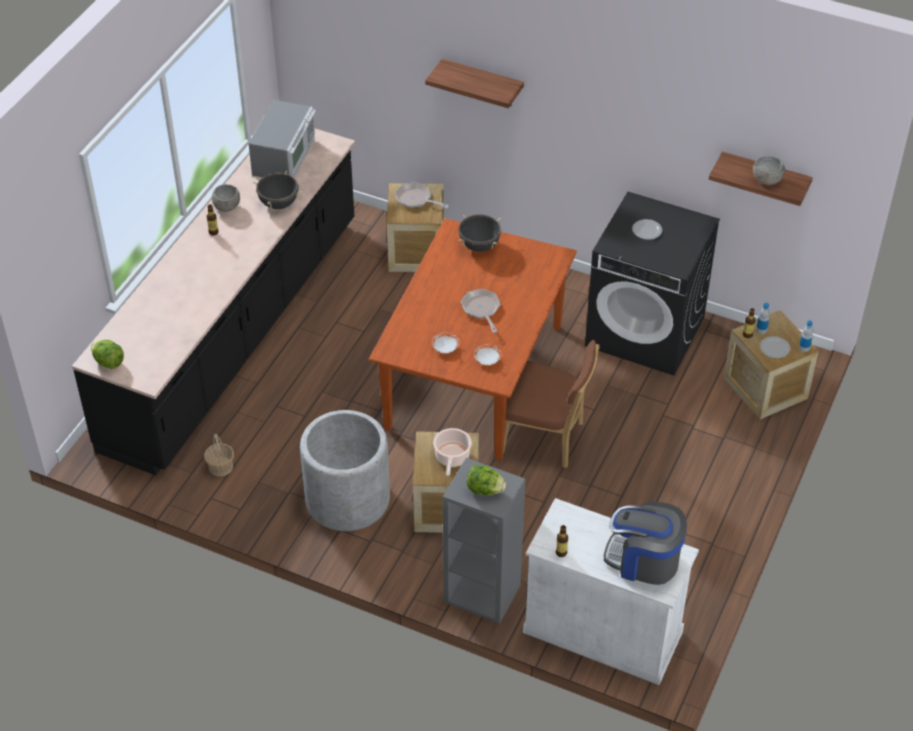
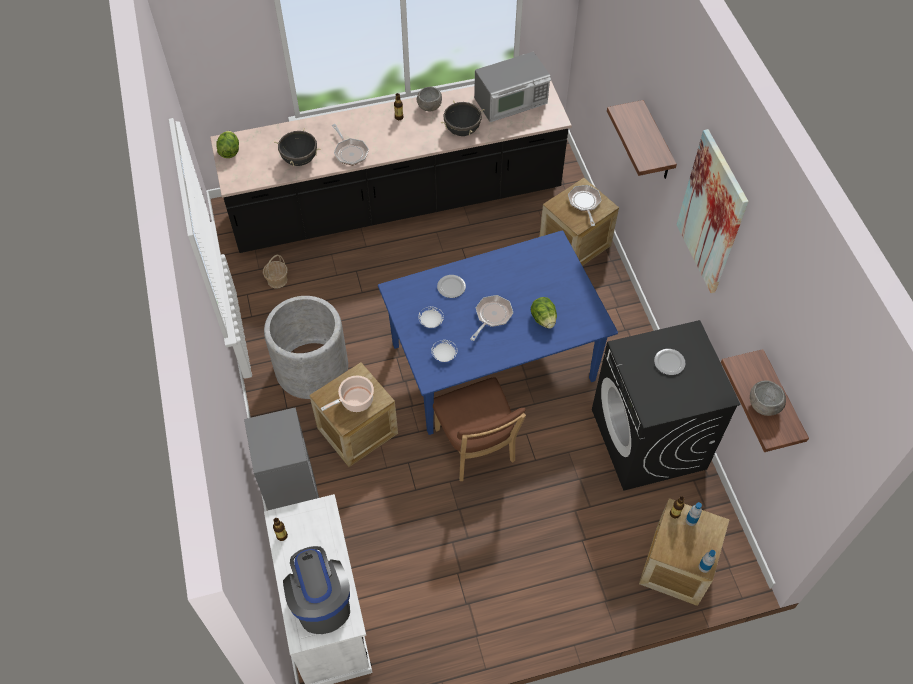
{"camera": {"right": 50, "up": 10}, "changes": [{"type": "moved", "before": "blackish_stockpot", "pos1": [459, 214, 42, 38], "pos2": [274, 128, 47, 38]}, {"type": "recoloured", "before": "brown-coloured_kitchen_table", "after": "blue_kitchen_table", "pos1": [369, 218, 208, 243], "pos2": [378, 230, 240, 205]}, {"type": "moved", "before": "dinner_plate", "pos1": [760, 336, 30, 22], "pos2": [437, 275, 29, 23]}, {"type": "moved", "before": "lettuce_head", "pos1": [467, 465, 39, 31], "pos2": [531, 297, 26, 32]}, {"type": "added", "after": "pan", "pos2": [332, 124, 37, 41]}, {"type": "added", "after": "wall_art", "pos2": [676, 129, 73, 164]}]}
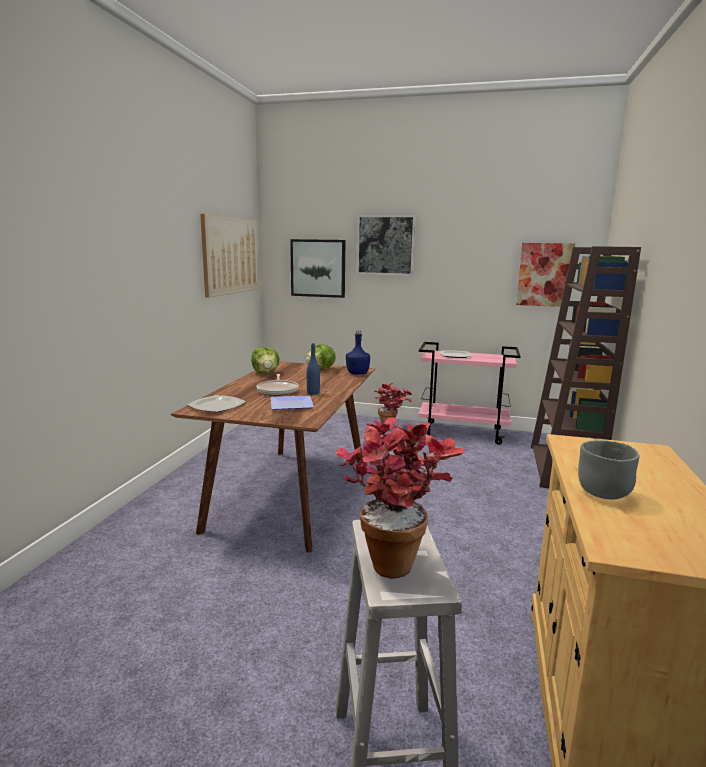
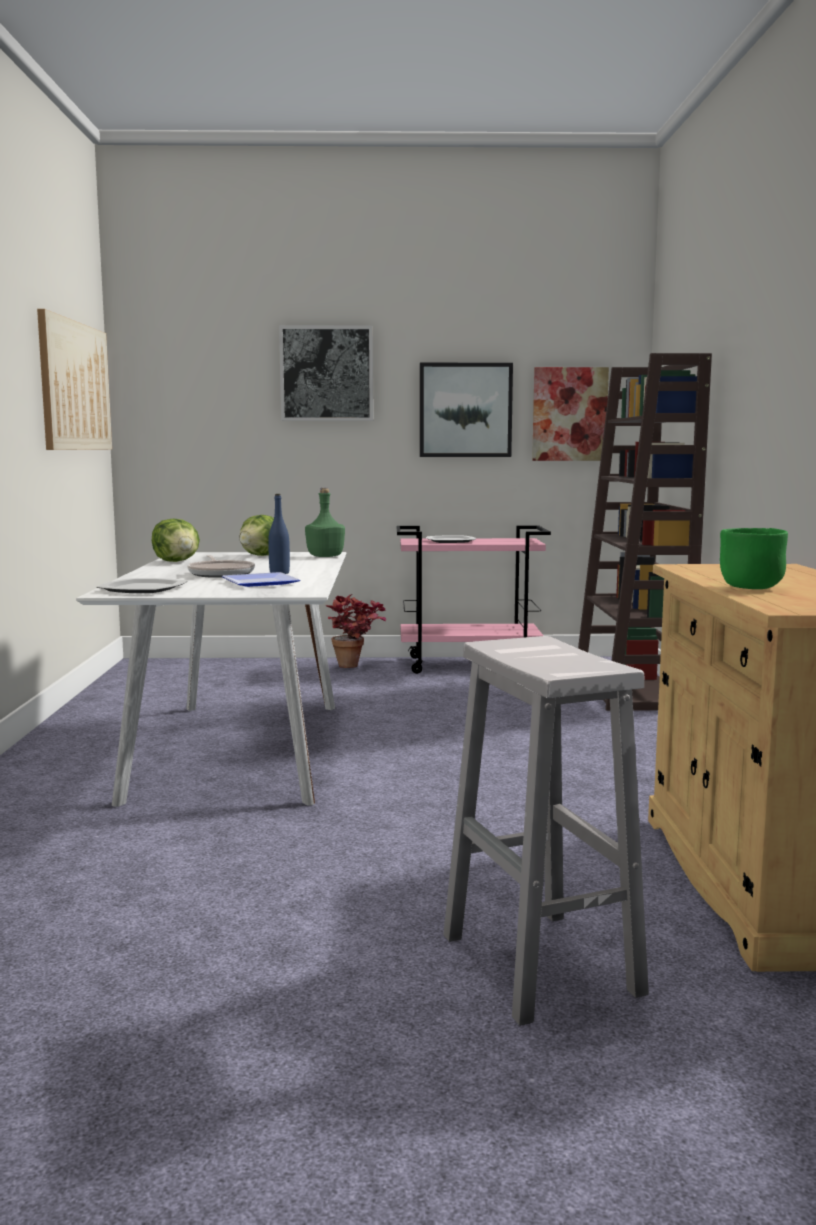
{"camera": {"right": -15, "up": -5}, "changes": [{"type": "moved", "before": "wall_art", "pos1": [290, 239, 55, 59], "pos2": [420, 363, 93, 94]}, {"type": "recoloured", "before": "blue_beverage_bottle", "after": "green_beverage_bottle", "pos1": [346, 330, 24, 45], "pos2": [305, 488, 40, 69]}, {"type": "recoloured", "before": "brown-coloured_kitchen_table", "after": "white-coloured_kitchen_table", "pos1": [171, 361, 204, 192], "pos2": [76, 552, 270, 255]}, {"type": "removed", "before": "potted_plant", "pos1": [336, 418, 128, 161]}, {"type": "recoloured", "before": "grey_serving_bowl", "after": "green_serving_bowl", "pos1": [578, 440, 61, 60], "pos2": [720, 528, 68, 61]}]}
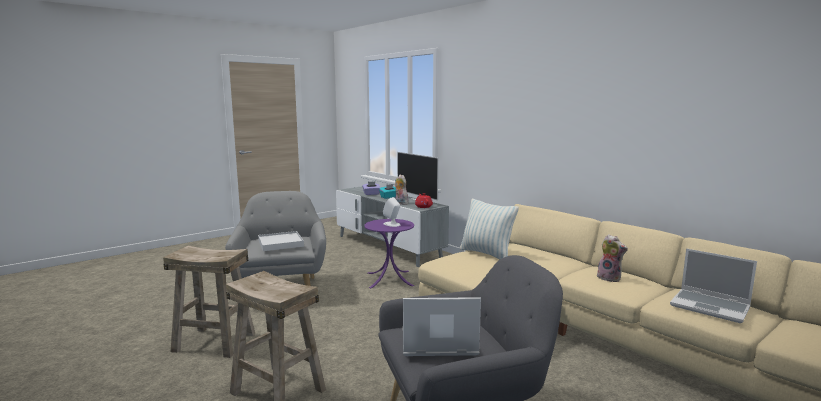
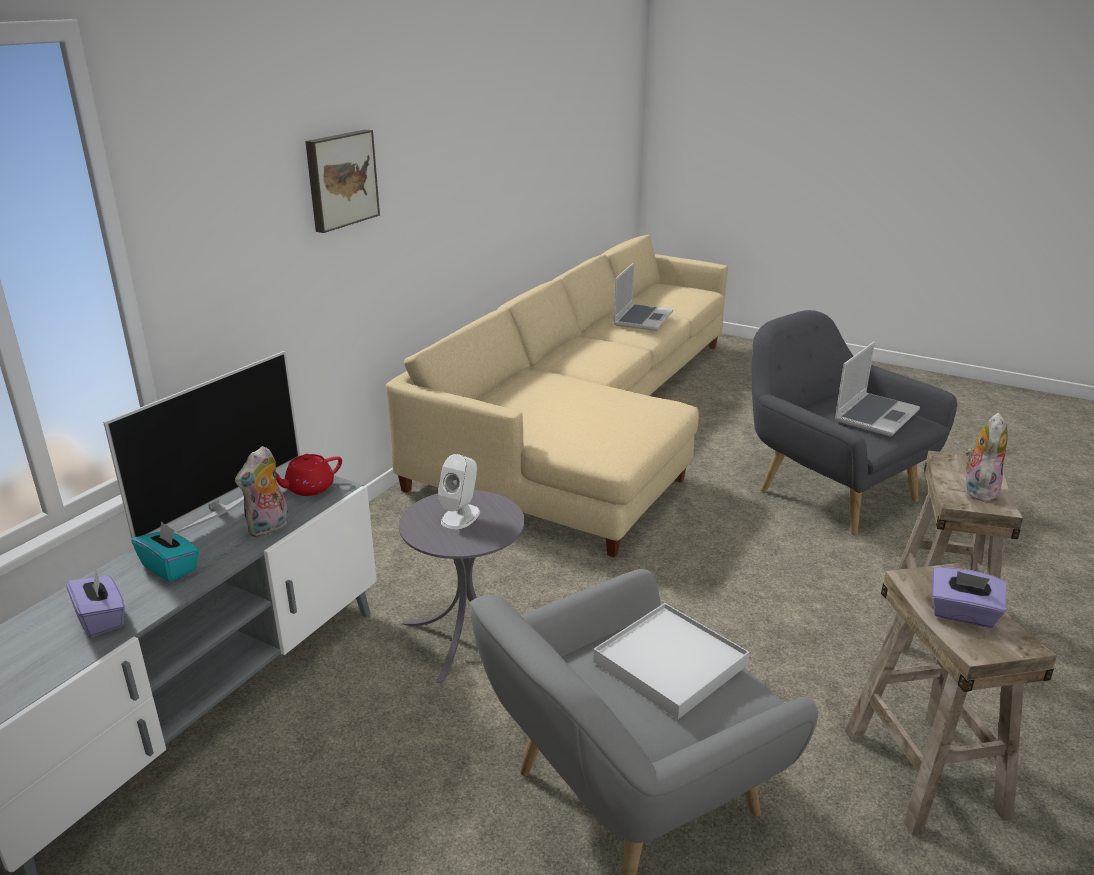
{"camera": {"right": -110, "up": 15}, "changes": [{"type": "removed", "before": "pillow", "pos1": [460, 199, 59, 61]}, {"type": "recoloured", "before": "purple-coloured_side_table", "after": "grey_side_table", "pos1": [364, 219, 50, 69], "pos2": [399, 490, 126, 194]}, {"type": "moved", "before": "plush_toy", "pos1": [597, 234, 31, 48], "pos2": [966, 412, 42, 90]}, {"type": "turned", "before": "laptop", "pos1": [403, 297, 78, 59], "pos2": [834, 341, 86, 95], "turn": -120}, {"type": "added", "after": "wall_art", "pos2": [305, 129, 75, 104]}, {"type": "added", "after": "purple-coloured_box_of_tissues", "pos2": [932, 567, 74, 61]}]}
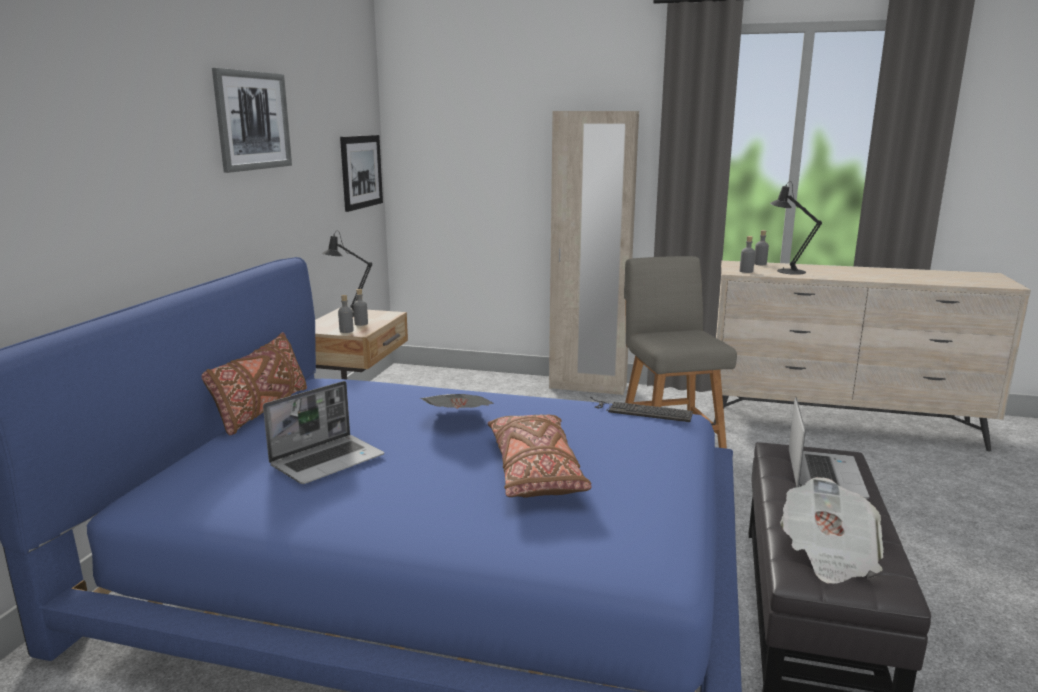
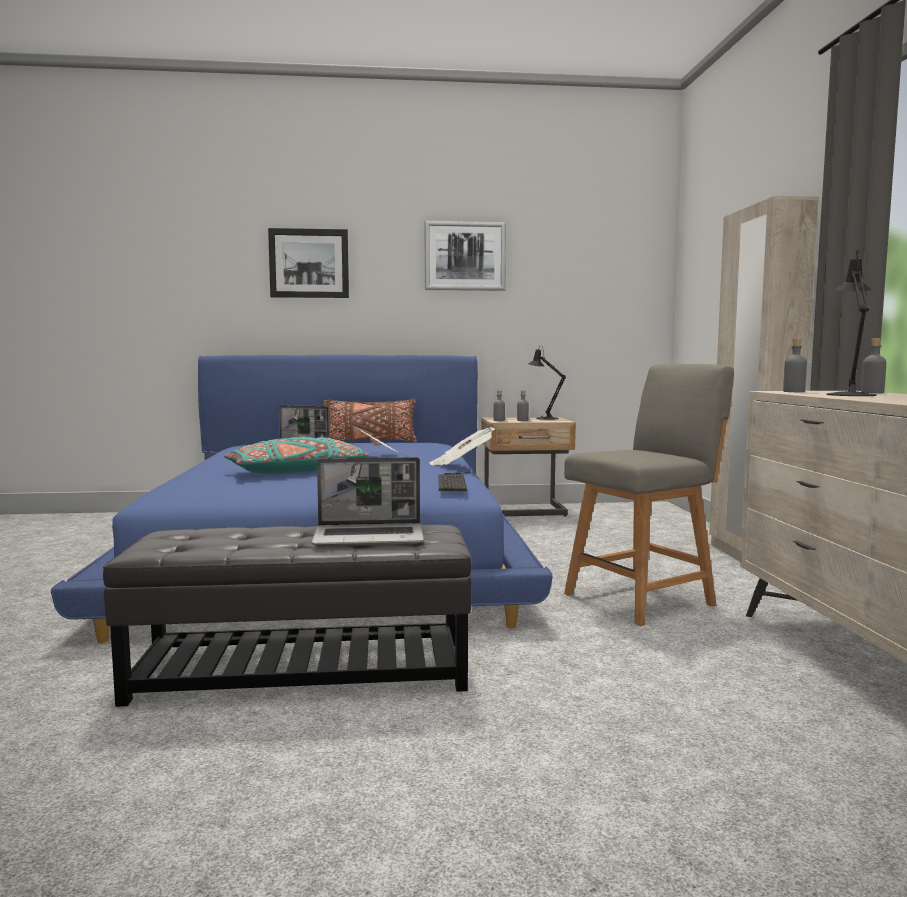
{"camera": {"right": 70, "up": -10}, "changes": [{"type": "moved", "before": "wall_art", "pos1": [340, 135, 43, 77], "pos2": [268, 228, 81, 70]}, {"type": "recoloured", "before": "brown-coloured_pillow", "after": "blue-green_pillow", "pos1": [488, 415, 103, 82], "pos2": [224, 437, 145, 37]}, {"type": "moved", "before": "daily_paper", "pos1": [780, 477, 104, 107], "pos2": [429, 427, 66, 38]}]}
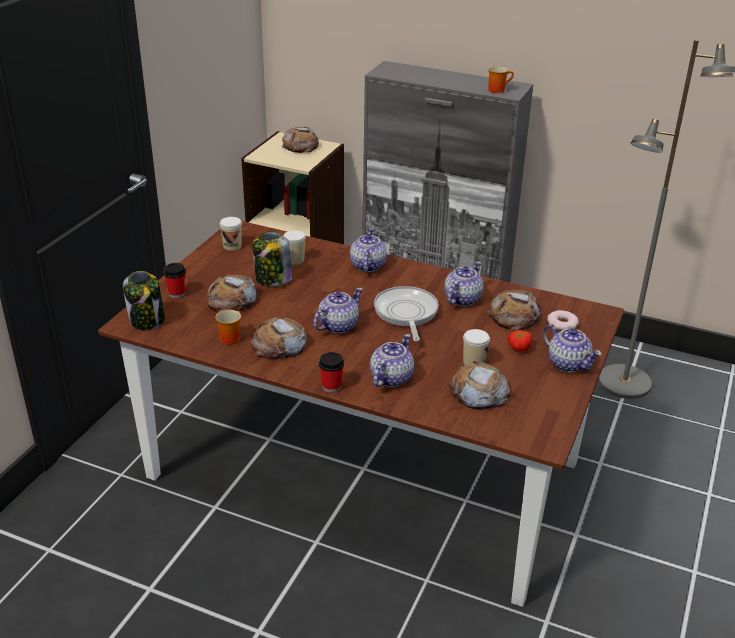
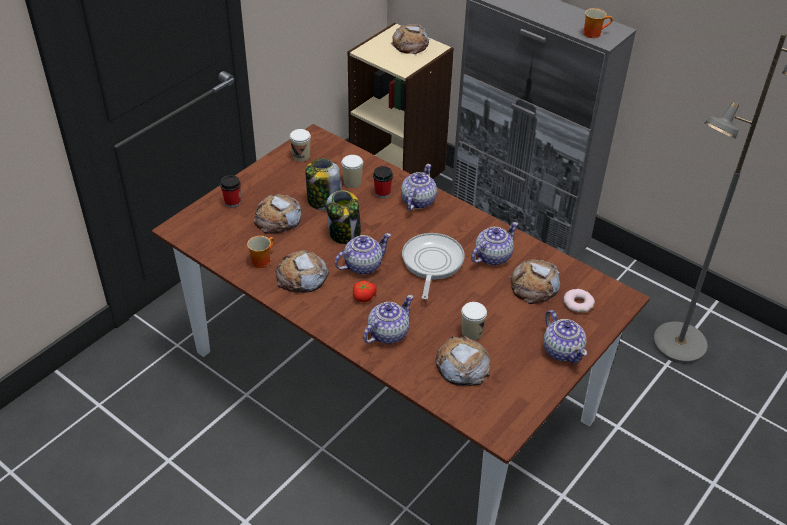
{"camera": {"right": 15, "up": 10}, "changes": [{"type": "moved", "before": "storage_jar", "pos1": [123, 271, 42, 59], "pos2": [326, 190, 35, 54]}, {"type": "moved", "before": "tomato", "pos1": [507, 330, 25, 22], "pos2": [353, 281, 24, 22]}, {"type": "moved", "before": "small_cup", "pos1": [319, 352, 25, 41], "pos2": [373, 166, 20, 32]}]}
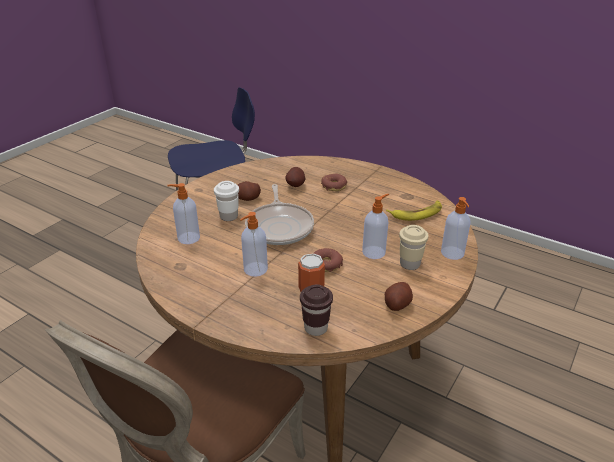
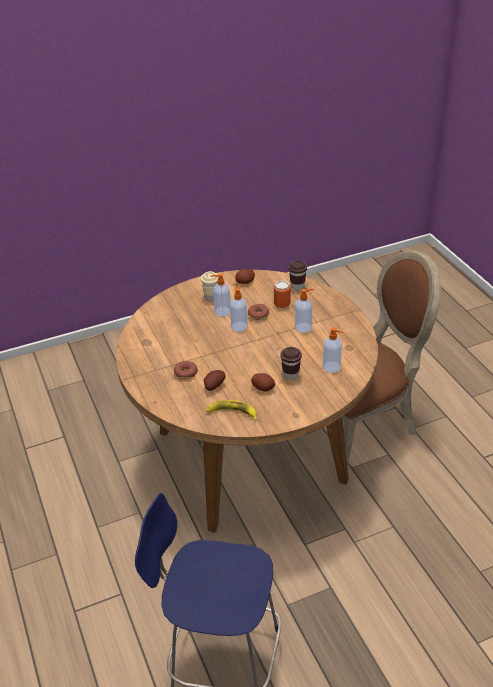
{"camera": {"right": -145, "up": 5}, "changes": [{"type": "recoloured", "before": "white-coloured_small_cup", "after": "brown-coloured_small_cup", "pos1": [214, 181, 25, 40], "pos2": [280, 347, 22, 33]}, {"type": "removed", "before": "pan", "pos1": [245, 184, 69, 61]}, {"type": "moved", "before": "liquid_soap_bottle", "pos1": [441, 197, 30, 63], "pos2": [230, 284, 18, 48]}, {"type": "moved", "before": "banana_fruit", "pos1": [386, 200, 56, 21], "pos2": [206, 400, 51, 21]}]}
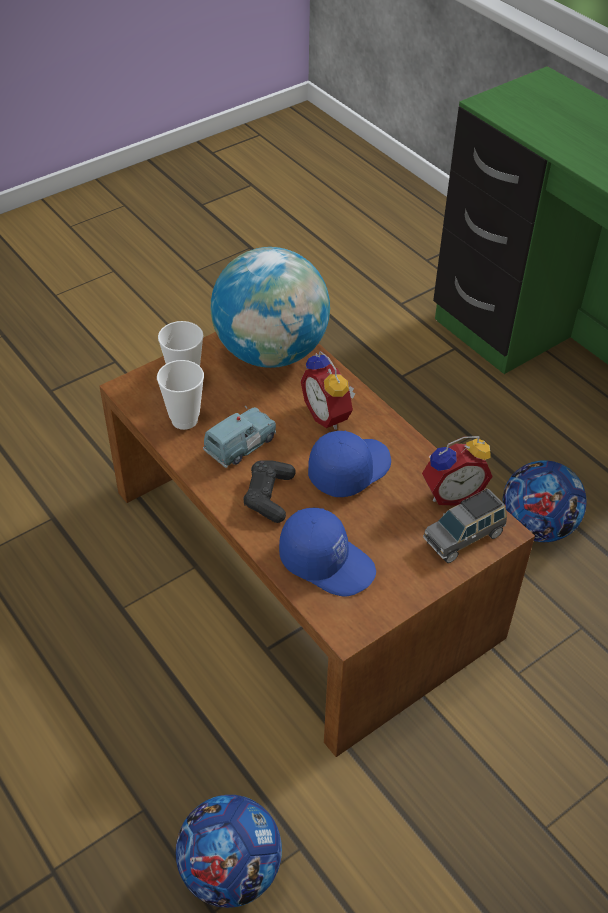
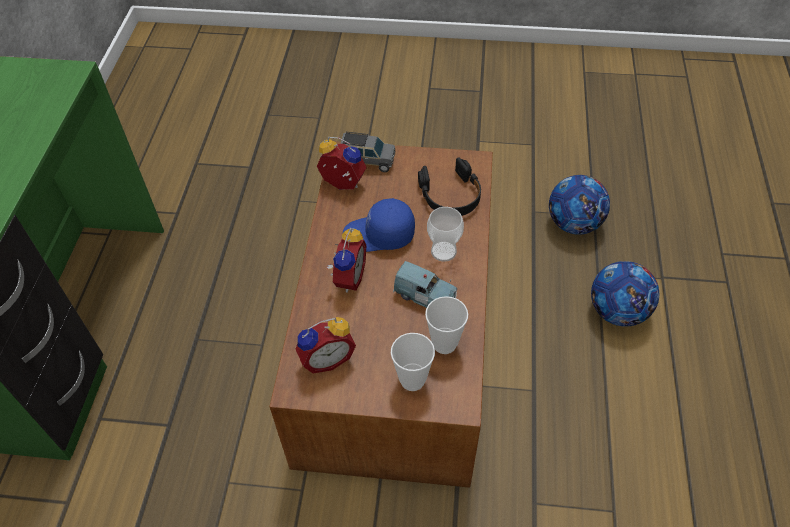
{"camera": {"right": -135, "up": 5}, "changes": [{"type": "replaced", "before": "desk_globe", "after": "alarm_clock", "pos1": [211, 247, 119, 121], "pos2": [295, 317, 61, 57]}, {"type": "turned", "before": "blue_miniature_car", "pos1": [203, 406, 73, 62], "pos2": [393, 261, 64, 47], "turn": -150}, {"type": "replaced", "before": "blackish_game_controller", "after": "small_cup", "pos1": [243, 460, 53, 63], "pos2": [427, 207, 37, 55]}, {"type": "moved", "before": "football", "pos1": [503, 460, 84, 82], "pos2": [591, 261, 68, 65]}, {"type": "replaced", "before": "blue_cap", "after": "blackish_headphones", "pos1": [279, 508, 97, 89], "pos2": [418, 158, 63, 58]}]}
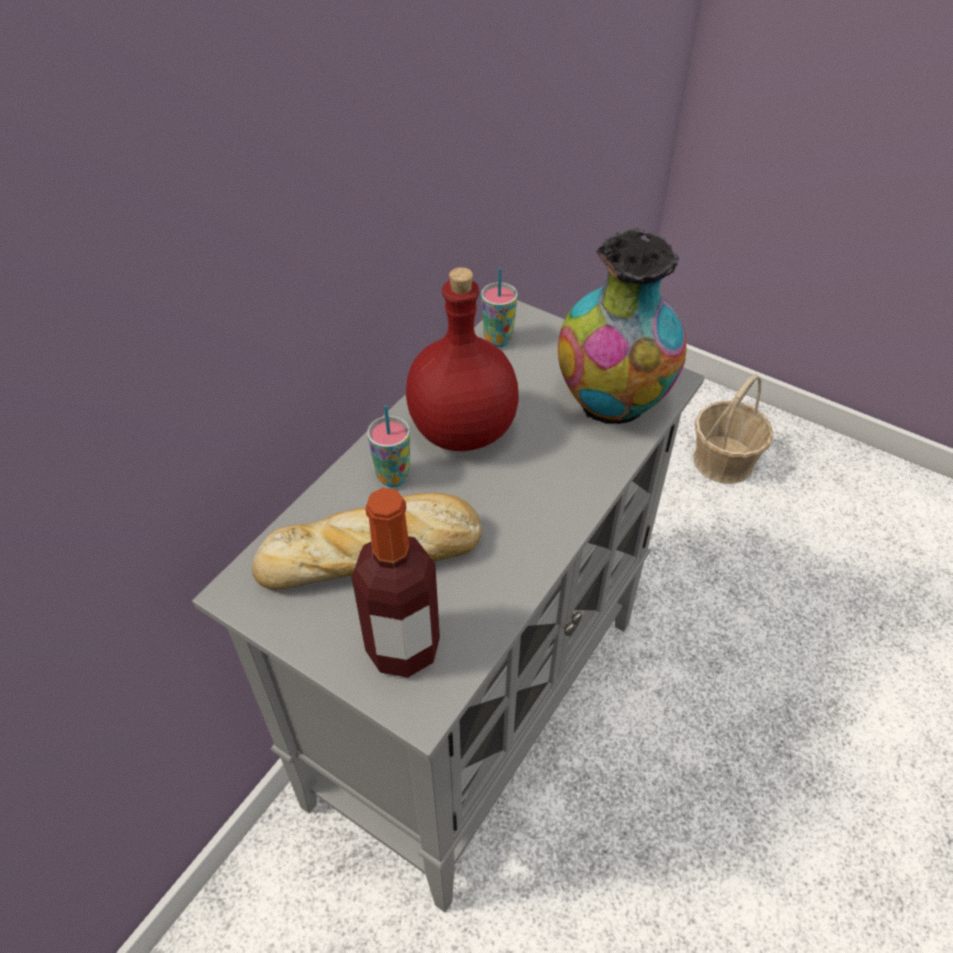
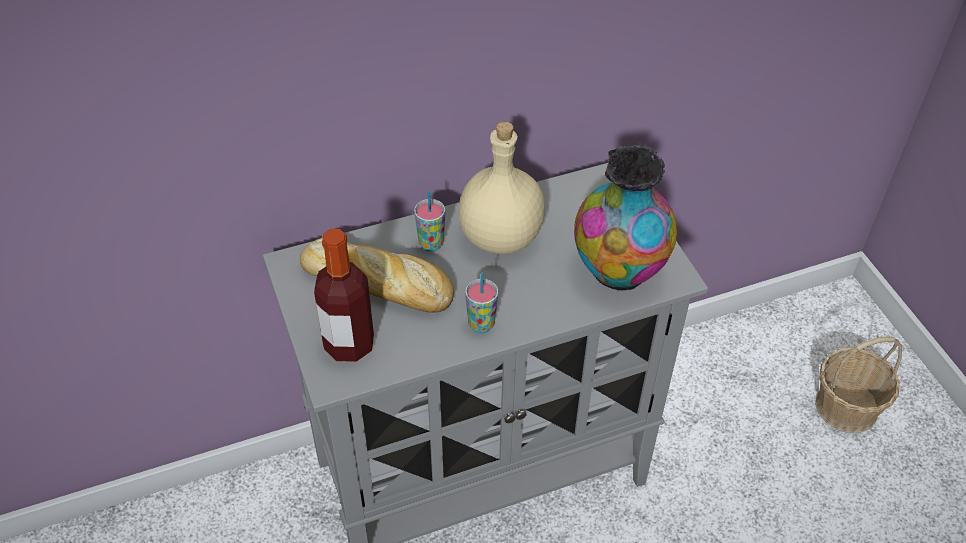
{"camera": {"right": 35, "up": 0}, "changes": [{"type": "recoloured", "before": "red_beverage_bottle", "after": "sand-coloured_beverage_bottle", "pos1": [406, 267, 113, 184], "pos2": [458, 121, 87, 133]}, {"type": "moved", "before": "small_cup", "pos1": [481, 268, 37, 79], "pos2": [465, 272, 33, 61]}]}
